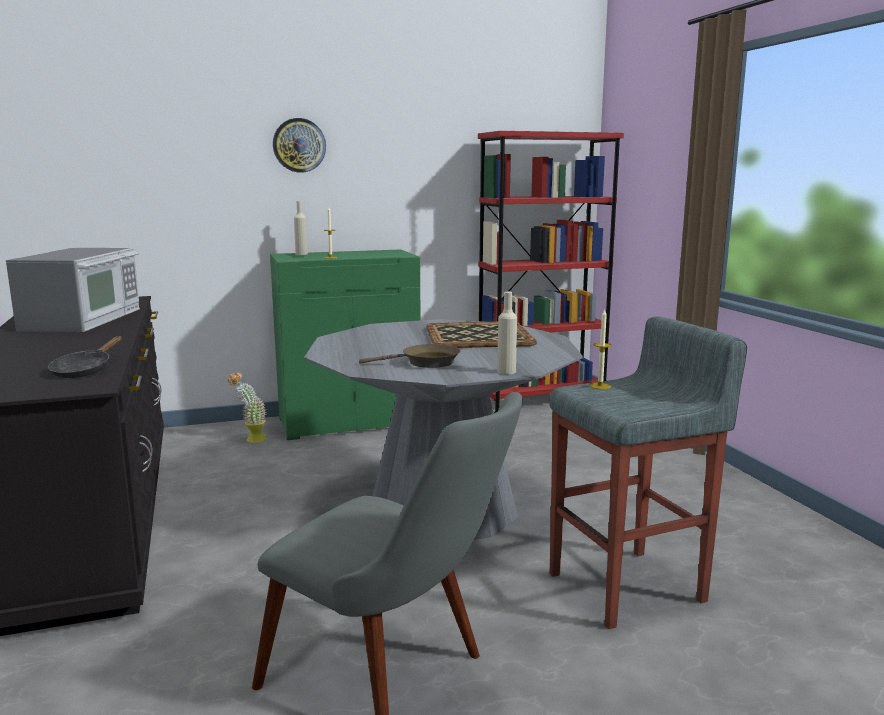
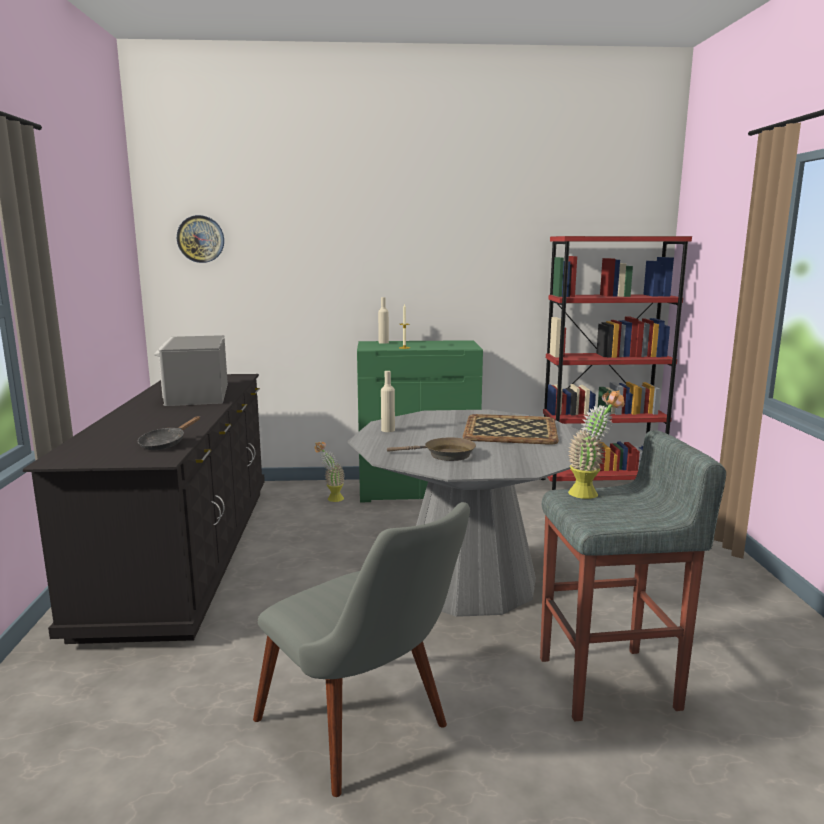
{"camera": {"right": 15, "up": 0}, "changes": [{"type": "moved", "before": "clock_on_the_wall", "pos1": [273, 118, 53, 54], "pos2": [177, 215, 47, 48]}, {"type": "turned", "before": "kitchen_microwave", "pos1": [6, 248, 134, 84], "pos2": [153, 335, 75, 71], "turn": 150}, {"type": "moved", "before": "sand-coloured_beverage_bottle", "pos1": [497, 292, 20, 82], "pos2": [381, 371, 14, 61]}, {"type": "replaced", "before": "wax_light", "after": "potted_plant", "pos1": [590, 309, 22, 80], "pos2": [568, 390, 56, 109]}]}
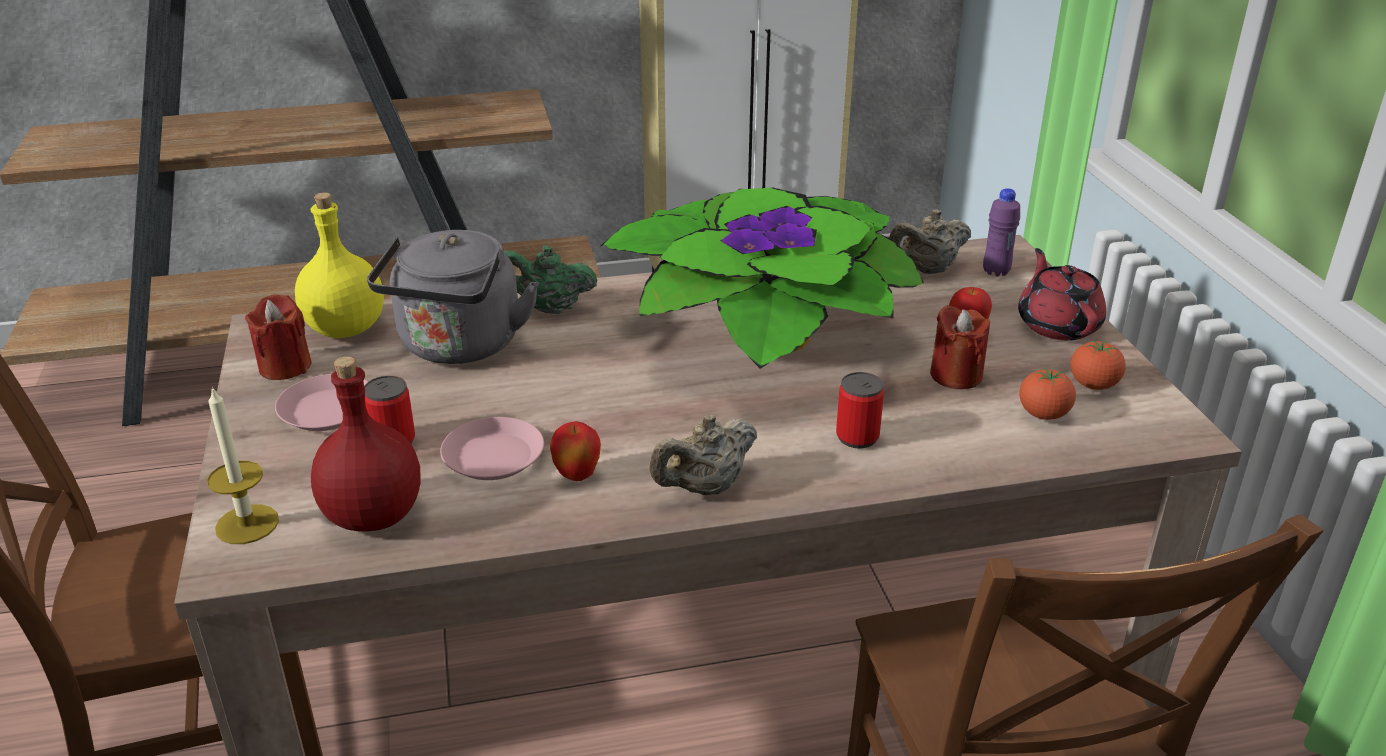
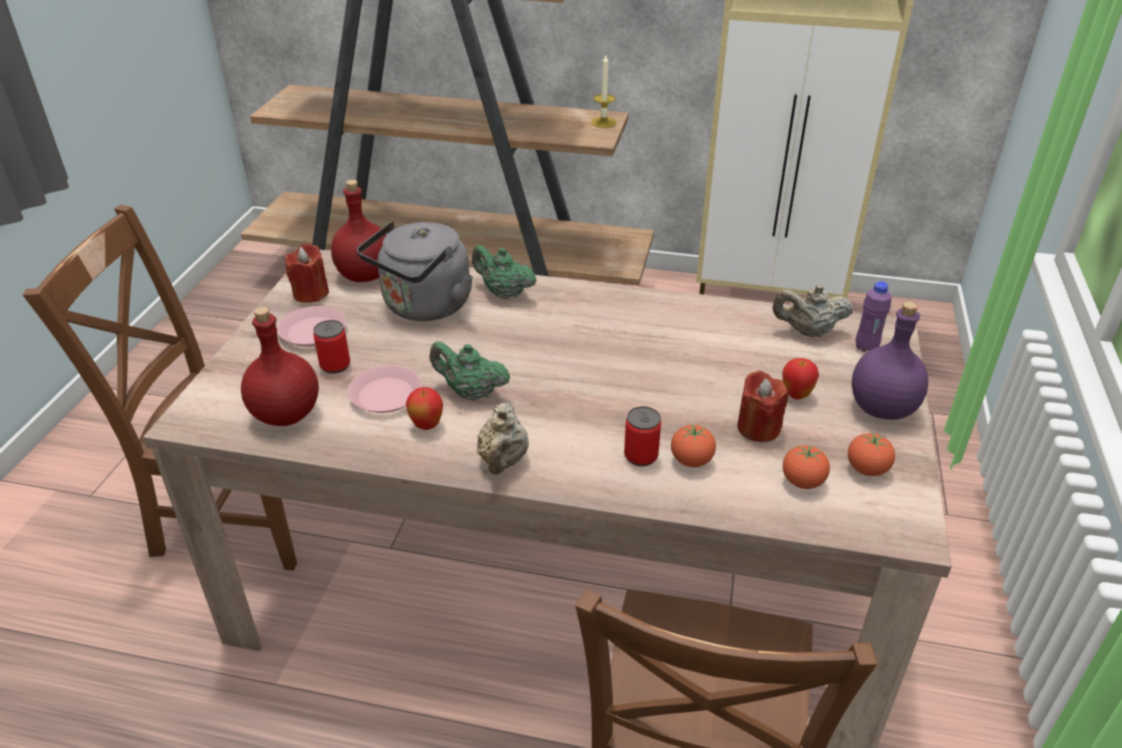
{"camera": {"right": 25, "up": 5}, "changes": [{"type": "removed", "before": "potted_plant", "pos1": [600, 188, 324, 181]}, {"type": "recoloured", "before": "yellow-coloured_beverage_bottle", "after": "red_beverage_bottle", "pos1": [295, 192, 89, 147], "pos2": [331, 180, 55, 102]}, {"type": "replaced", "before": "red_teapot", "after": "purple-coloured_beverage_bottle", "pos1": [1018, 248, 88, 92], "pos2": [852, 301, 77, 119]}, {"type": "moved", "before": "wax_light", "pos1": [207, 386, 72, 158], "pos2": [591, 55, 25, 73]}, {"type": "turned", "before": "sand-coloured_teapot", "pos1": [649, 415, 108, 80], "pos2": [477, 403, 52, 72], "turn": -75}, {"type": "added", "after": "green_teapot", "pos2": [430, 341, 80, 60]}, {"type": "added", "after": "tomato", "pos2": [671, 424, 45, 43]}]}
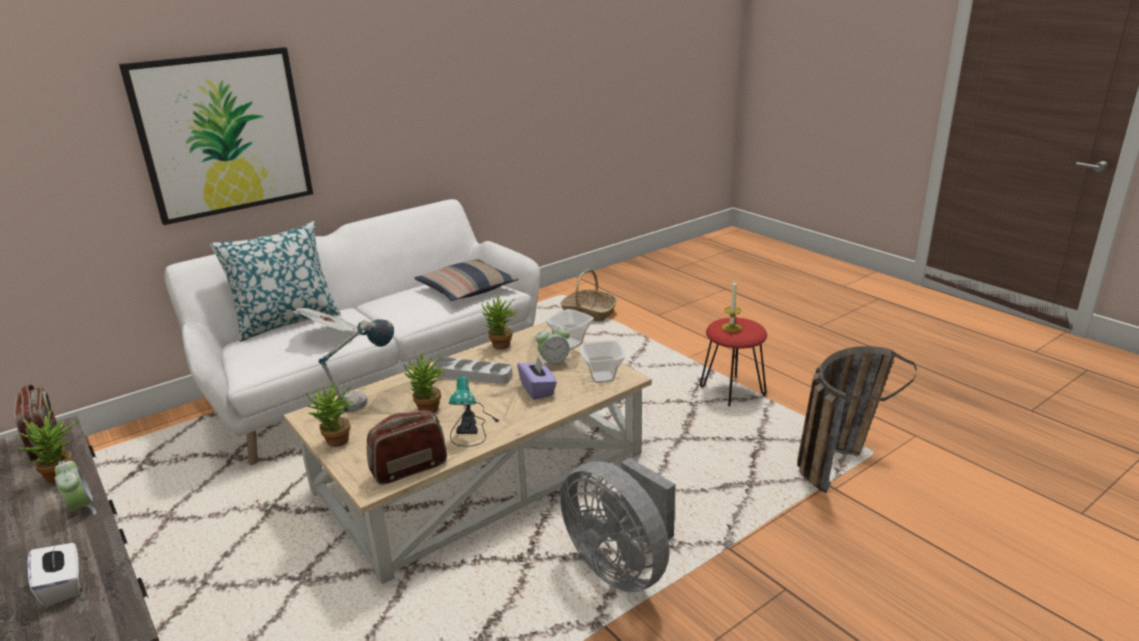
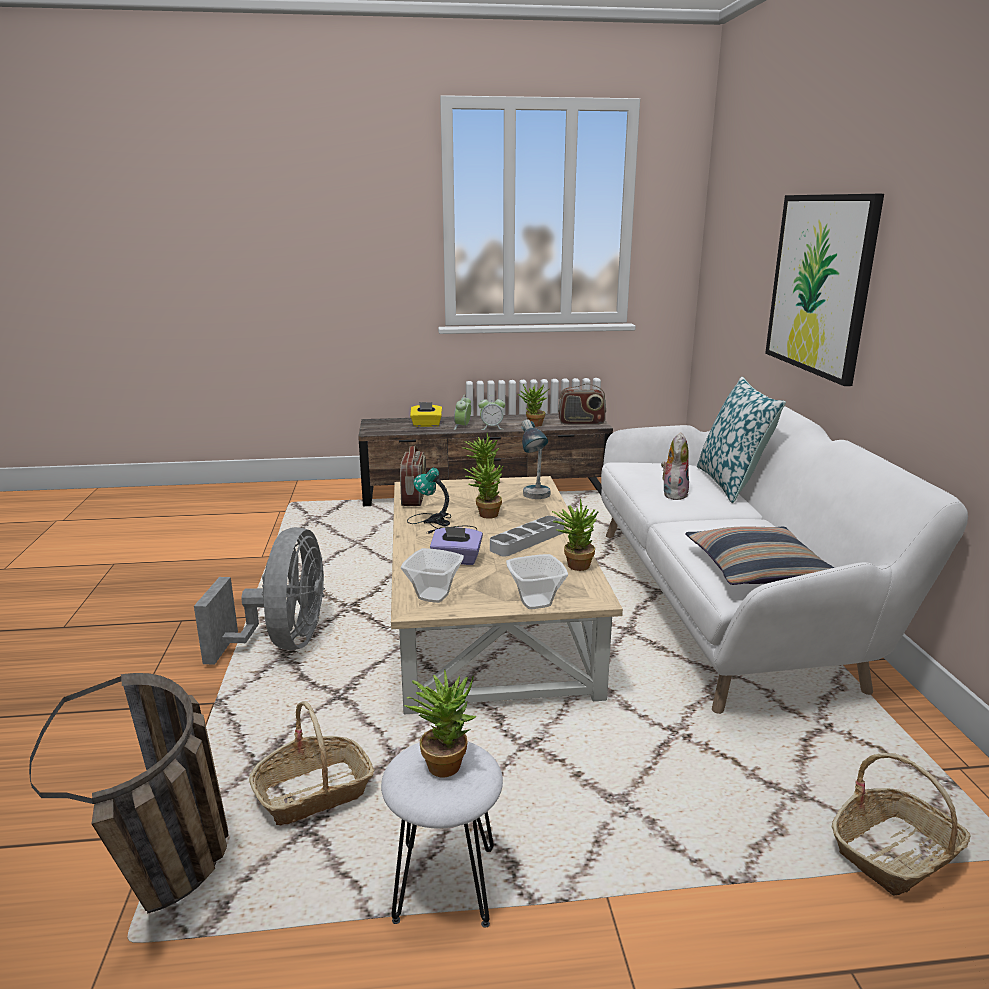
{"camera": {"right": 120, "up": -5}, "changes": [{"type": "replaced", "before": "wax_light", "after": "potted_plant", "pos1": [722, 280, 20, 52], "pos2": [404, 669, 72, 108]}, {"type": "replaced", "before": "daily_paper", "after": "plush_toy", "pos1": [293, 308, 64, 24], "pos2": [661, 432, 28, 68]}, {"type": "recoloured", "before": "red_stool", "after": "white-coloured_stool", "pos1": [700, 317, 67, 90], "pos2": [381, 742, 122, 186]}, {"type": "moved", "before": "alarm_clock", "pos1": [536, 324, 34, 44], "pos2": [454, 395, 17, 35]}, {"type": "turned", "before": "grey_fan", "pos1": [560, 457, 116, 135], "pos2": [194, 527, 131, 138], "turn": 105}, {"type": "recoloured", "before": "white-coloured_box_of_tissues", "after": "yellow-coloured_box_of_tissues", "pos1": [28, 543, 52, 64], "pos2": [410, 402, 32, 25]}, {"type": "added", "after": "household_basket", "pos2": [249, 701, 126, 124]}]}
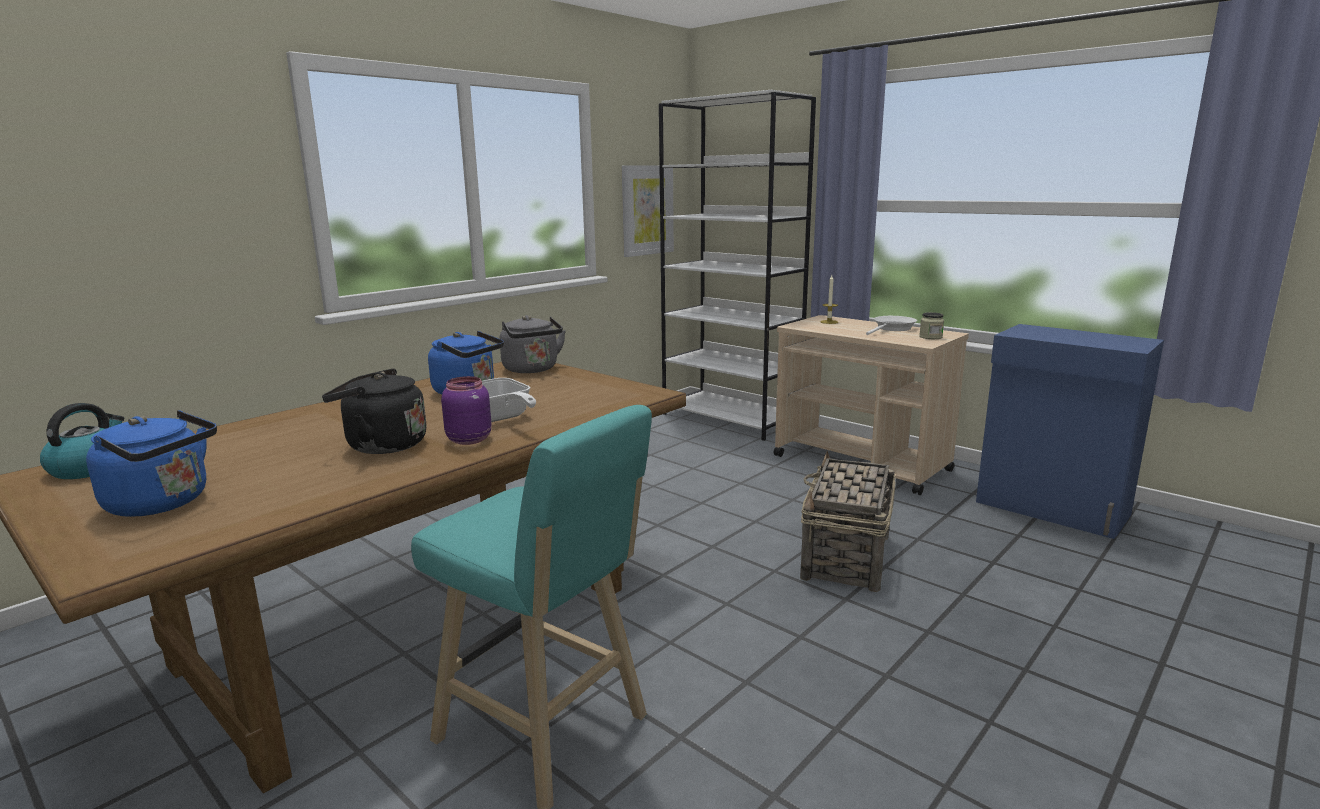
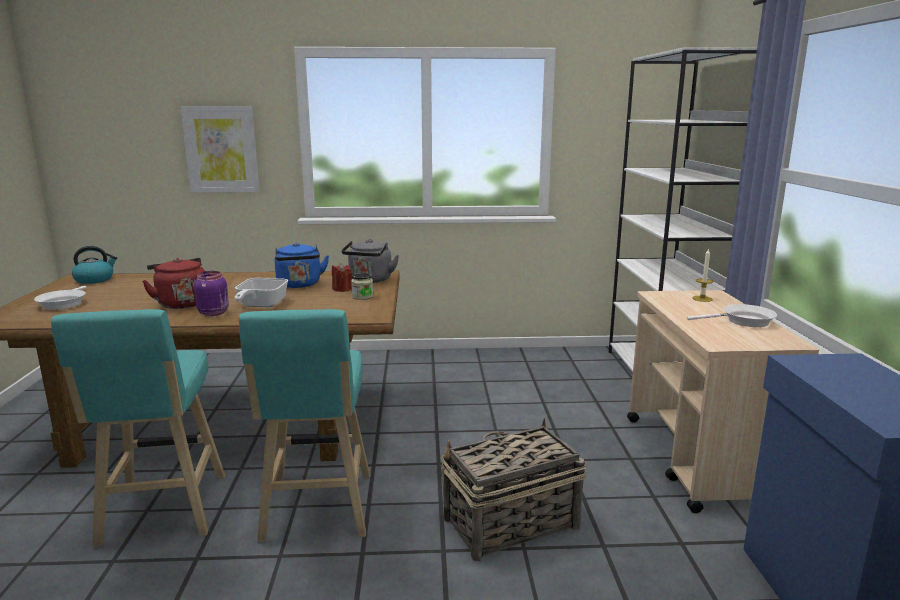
{"camera": {"right": 45, "up": 0}, "changes": [{"type": "moved", "before": "wall_art", "pos1": [622, 165, 52, 92], "pos2": [180, 106, 80, 87]}, {"type": "moved", "before": "storage_jar", "pos1": [919, 312, 25, 27], "pos2": [351, 273, 22, 27]}, {"type": "recoloured", "before": "blackish_tea_kettle", "after": "red_tea_kettle", "pos1": [322, 369, 105, 85], "pos2": [142, 258, 63, 51]}, {"type": "replaced", "before": "blue_tea_kettle", "after": "white-coloured_pan", "pos1": [86, 410, 131, 107], "pos2": [34, 286, 52, 24]}, {"type": "added", "after": "red_wax_light", "pos2": [332, 263, 20, 29]}, {"type": "added", "after": "blue-green_stool", "pos2": [239, 309, 131, 234]}]}
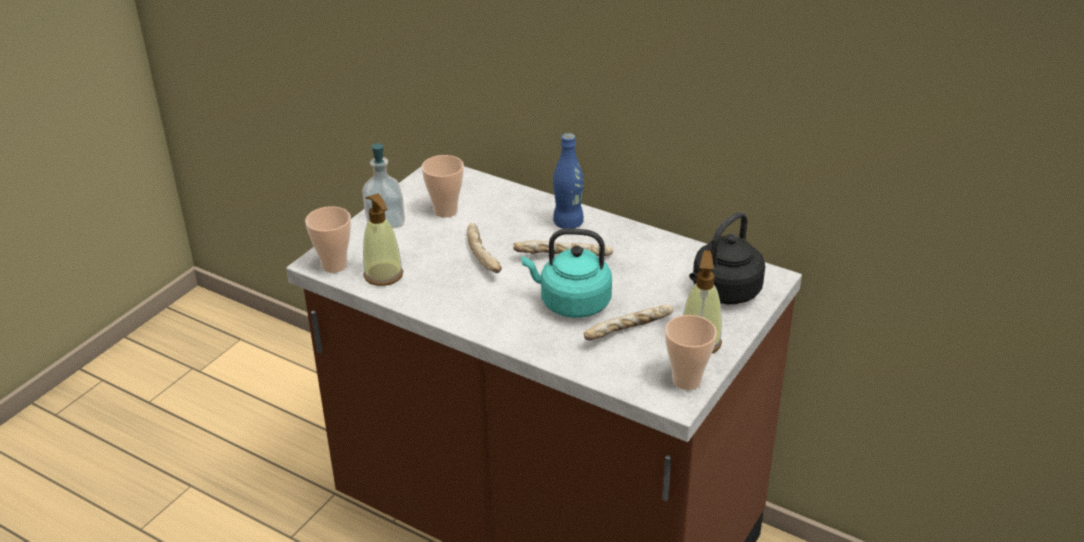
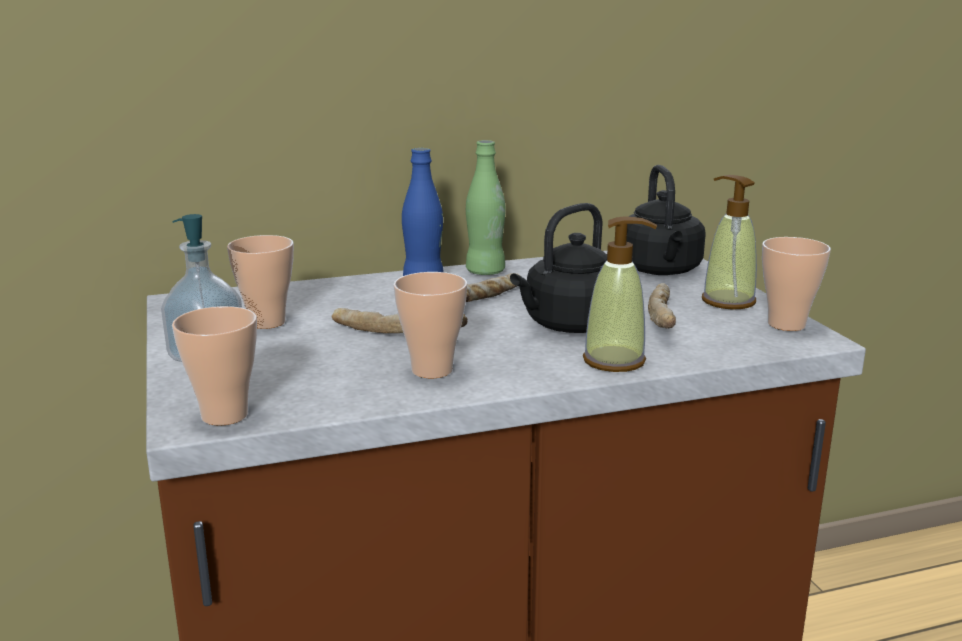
{"camera": {"right": -50, "up": -15}, "changes": [{"type": "moved", "before": "liquid_soap_bottle", "pos1": [363, 193, 40, 93], "pos2": [583, 216, 74, 156]}, {"type": "recoloured", "before": "blue-green_tea_kettle", "after": "blackish_tea_kettle", "pos1": [522, 229, 90, 89], "pos2": [510, 203, 97, 130]}, {"type": "added", "after": "green_beverage_bottle", "pos2": [466, 140, 40, 135]}, {"type": "added", "after": "small_cup", "pos2": [393, 272, 74, 106]}]}
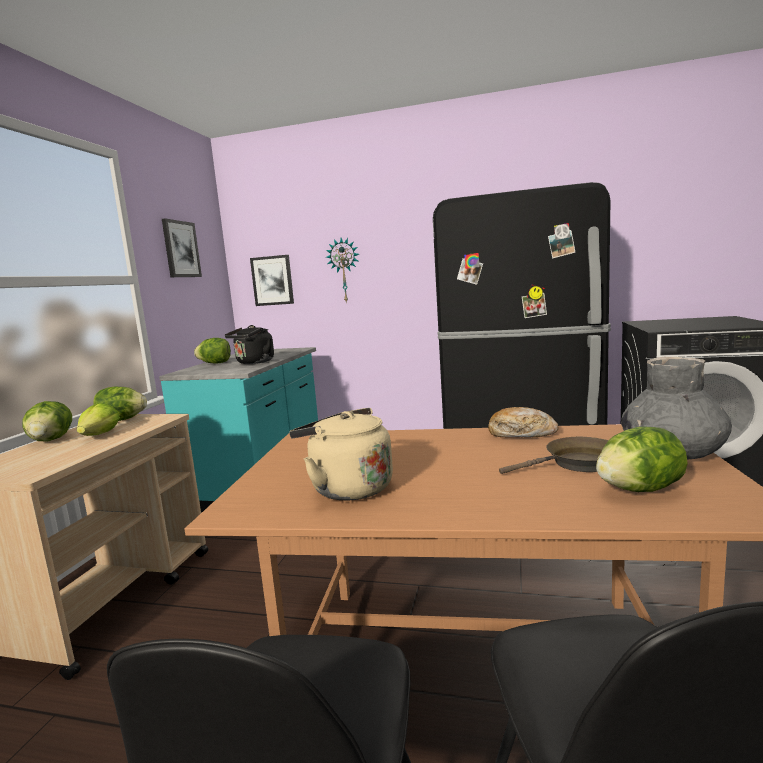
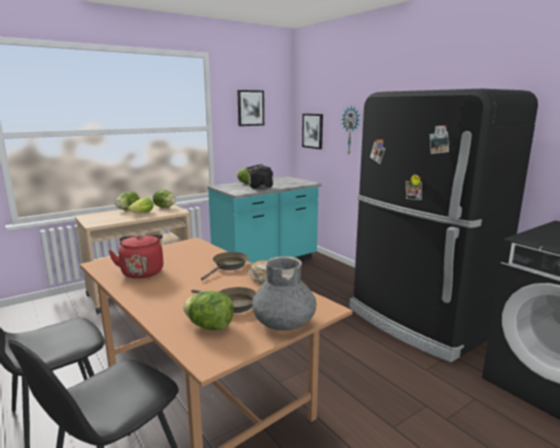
{"camera": {"right": 40, "up": 5}, "changes": [{"type": "recoloured", "before": "sand-coloured_tea_kettle", "after": "red_tea_kettle", "pos1": [289, 408, 104, 93], "pos2": [109, 234, 54, 45]}, {"type": "added", "after": "brown-coloured_pan", "pos2": [201, 252, 48, 28]}]}
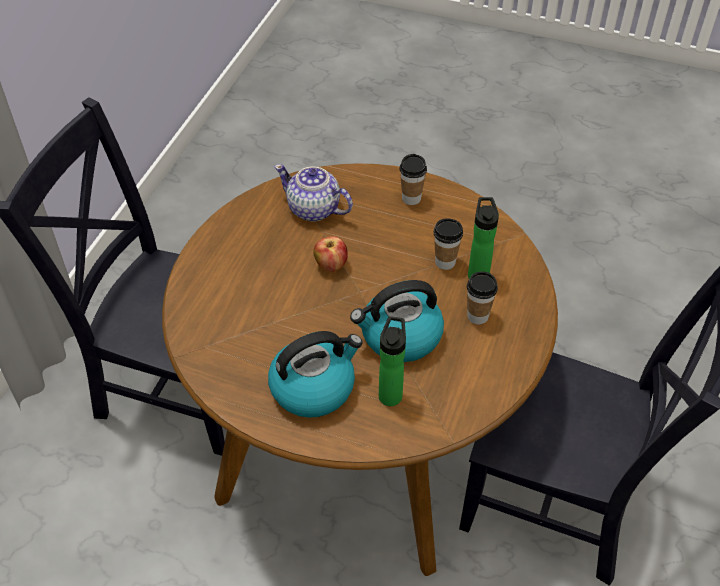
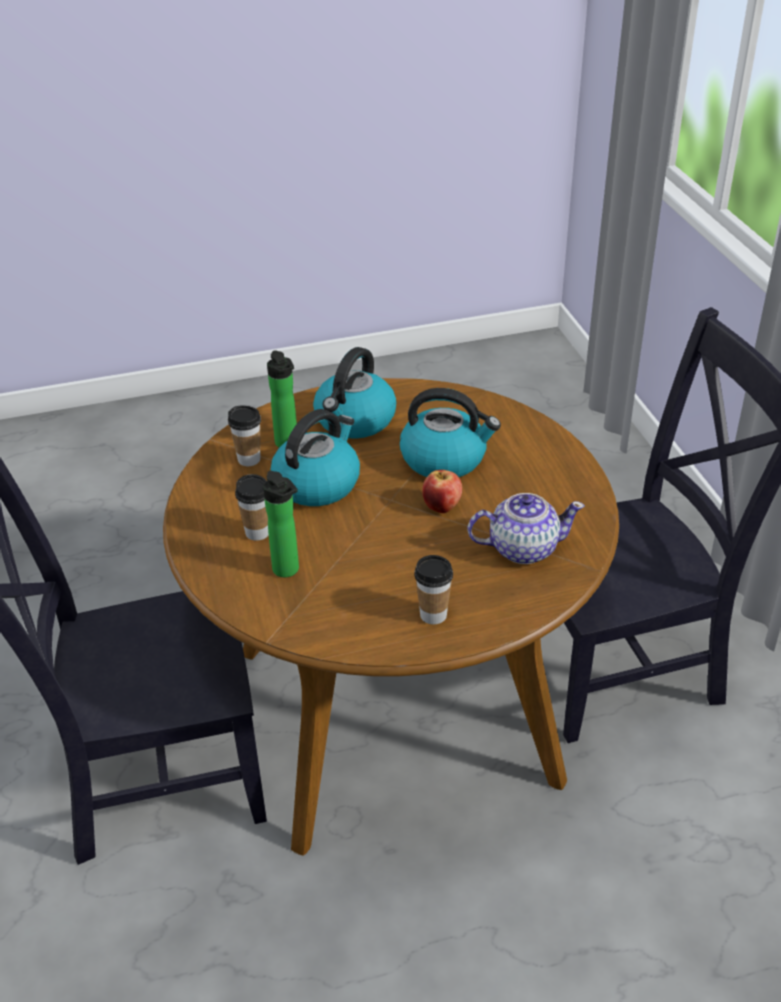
{"camera": {"right": 145, "up": -10}, "changes": [{"type": "moved", "before": "small_cup", "pos1": [434, 218, 29, 52], "pos2": [228, 405, 33, 61]}, {"type": "added", "after": "tea_kettle", "pos2": [400, 388, 101, 89]}]}
